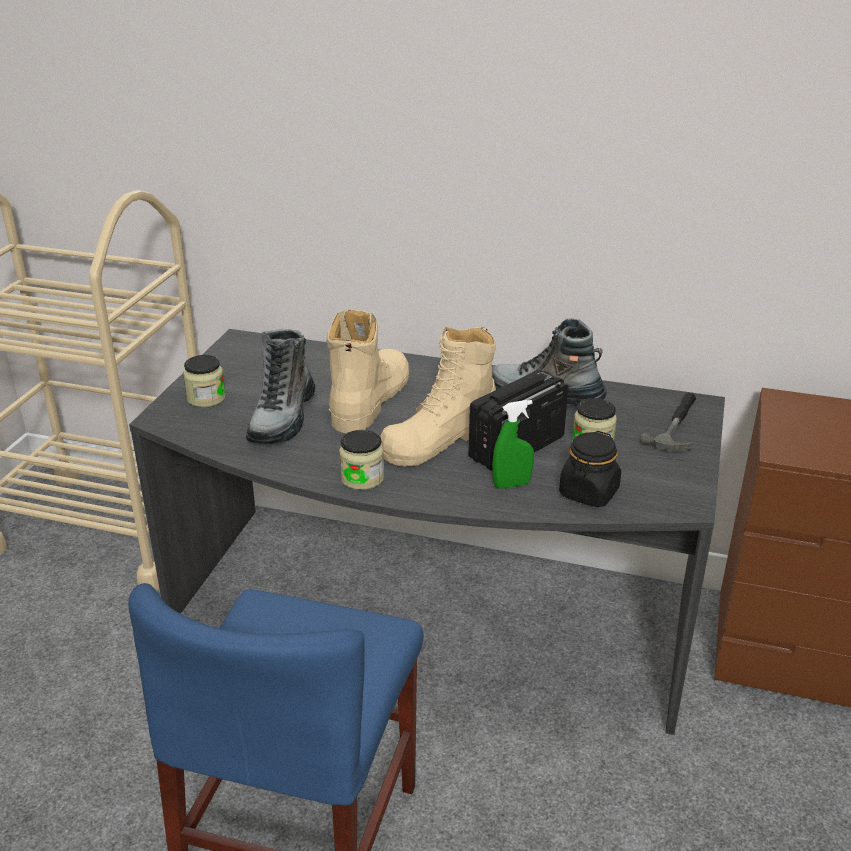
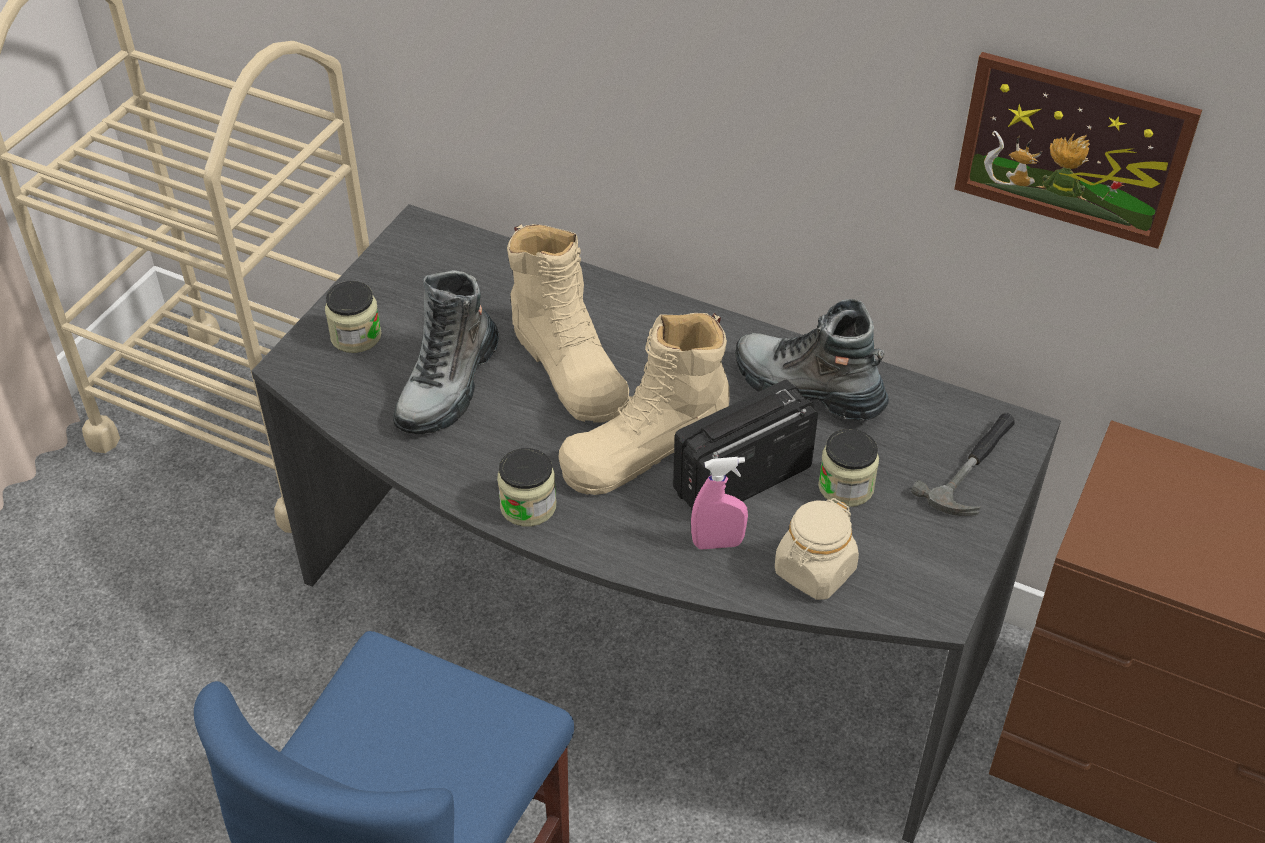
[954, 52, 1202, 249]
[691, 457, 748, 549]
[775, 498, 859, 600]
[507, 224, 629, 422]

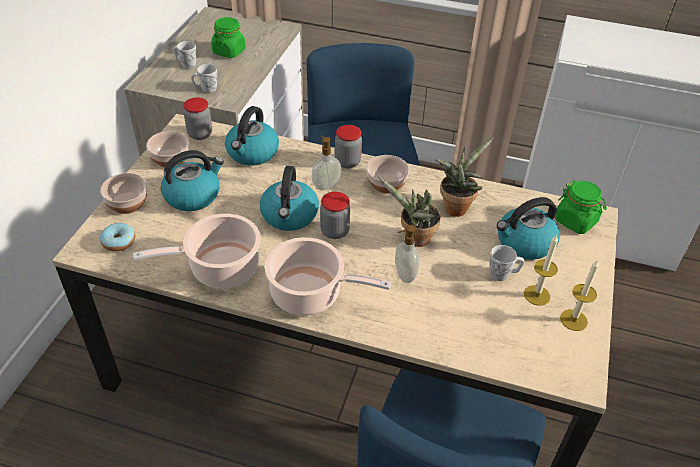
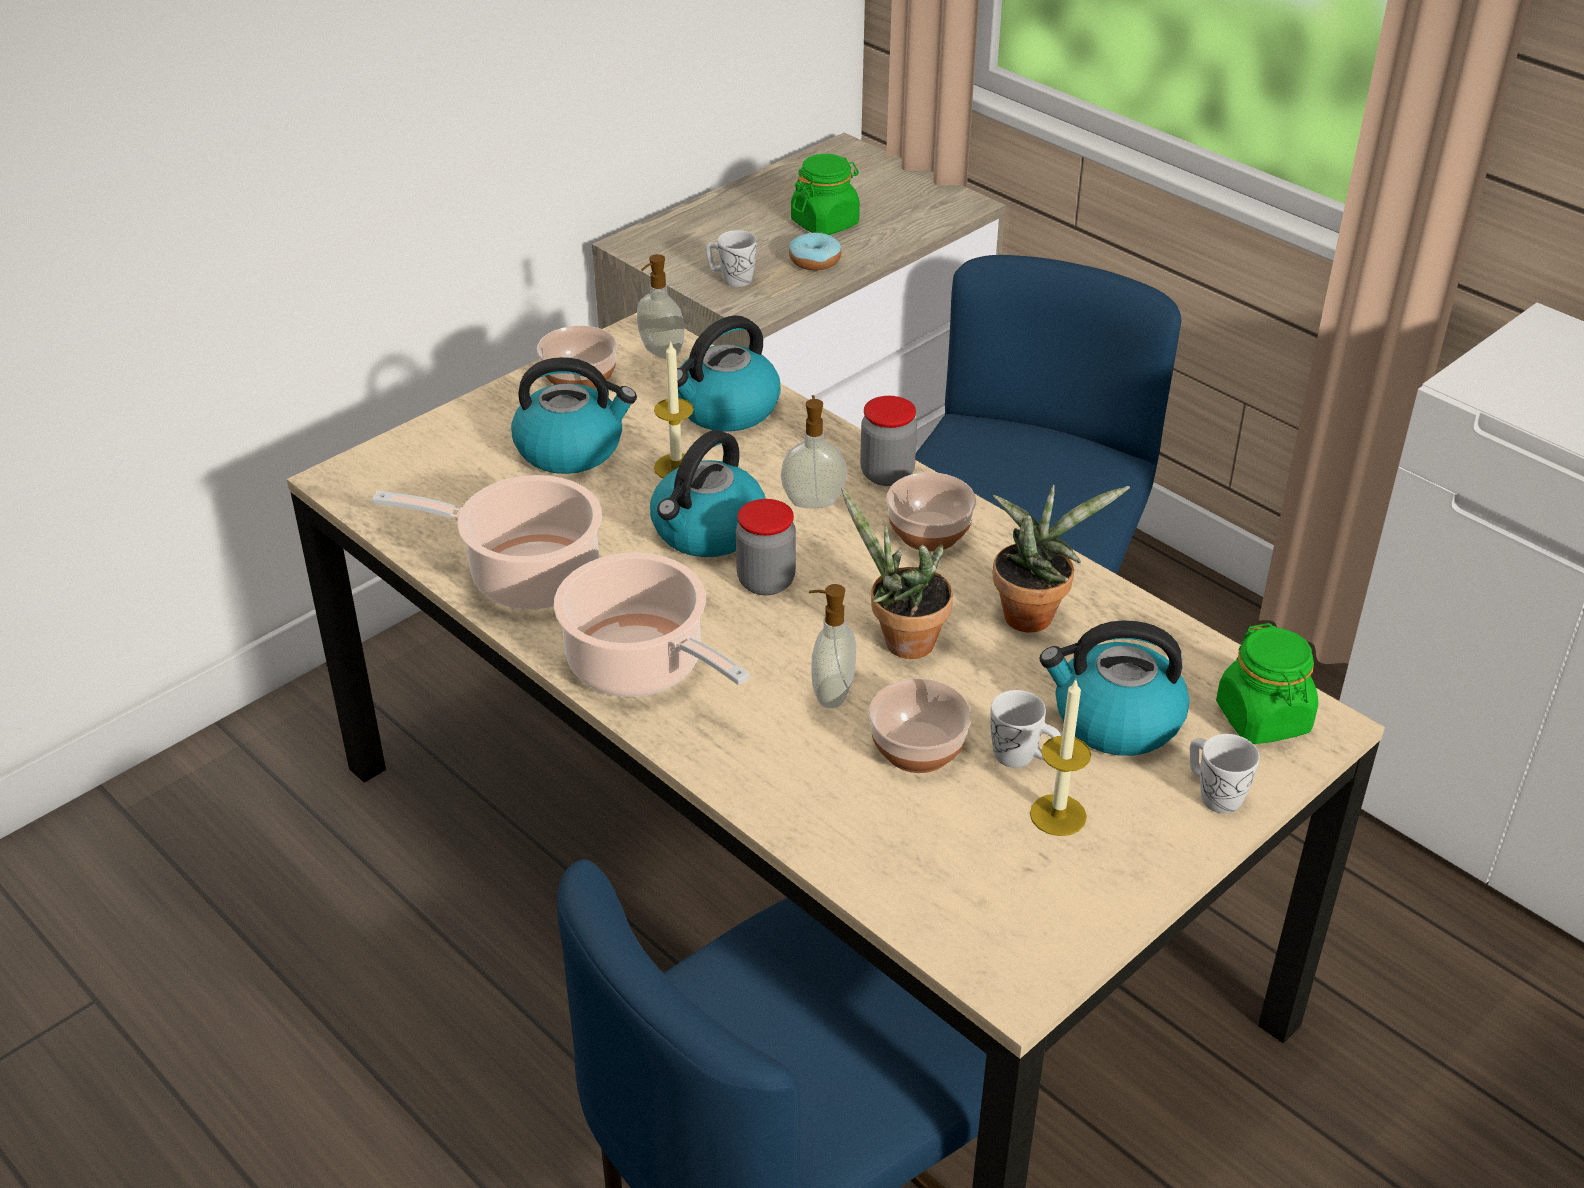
[869, 678, 972, 773]
[789, 232, 841, 270]
[1190, 734, 1259, 814]
[654, 340, 694, 478]
[637, 254, 684, 359]

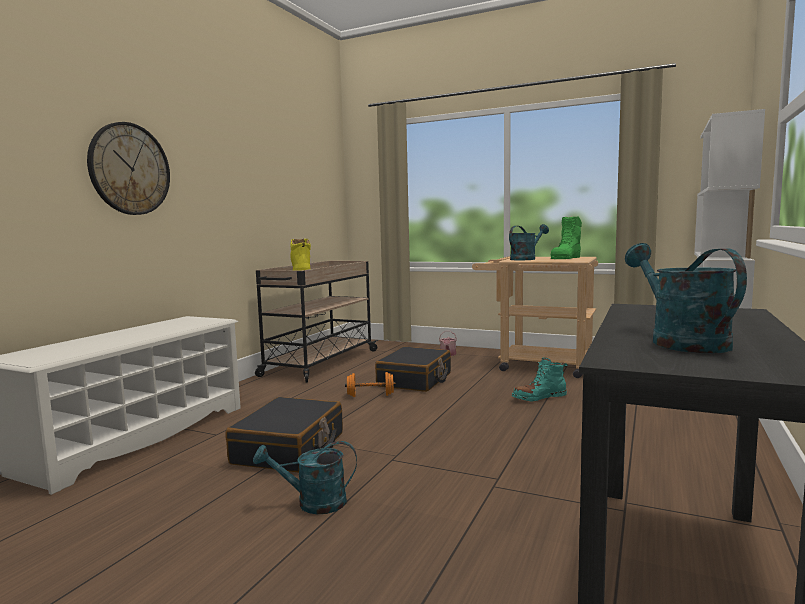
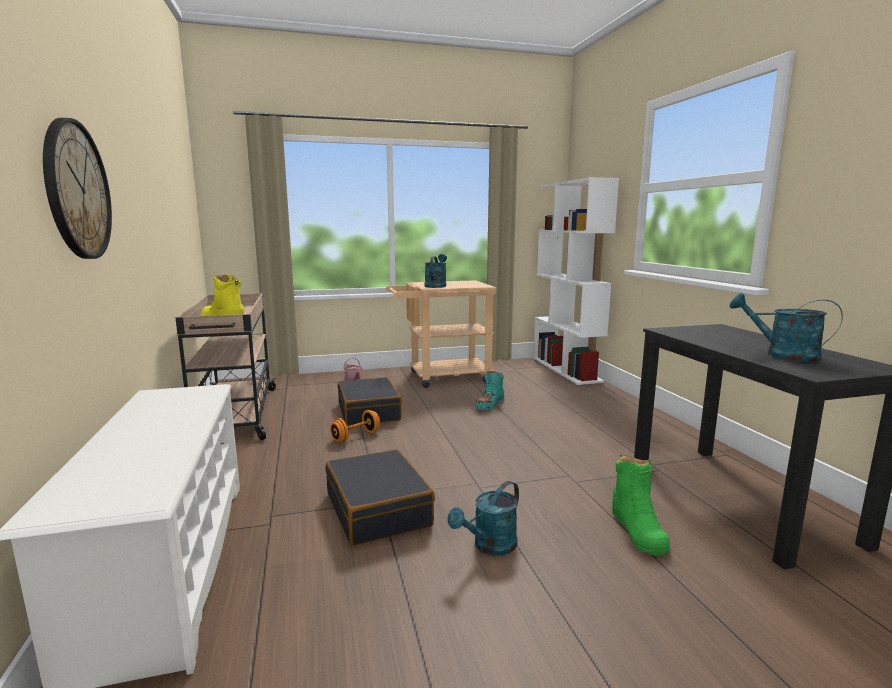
[612, 455, 670, 555]

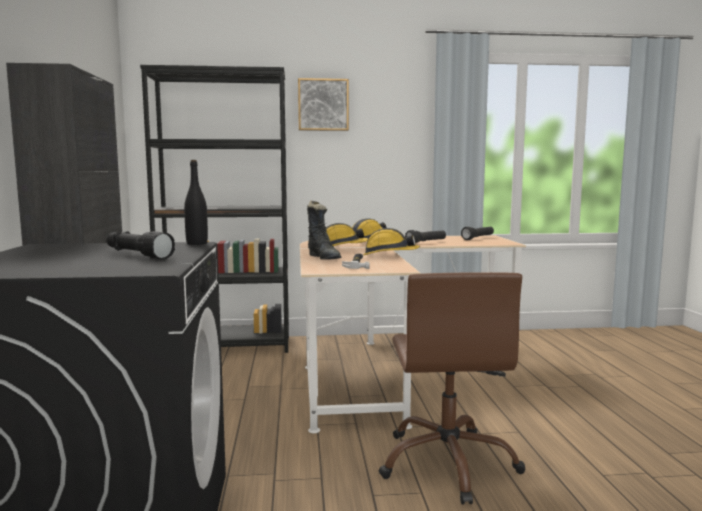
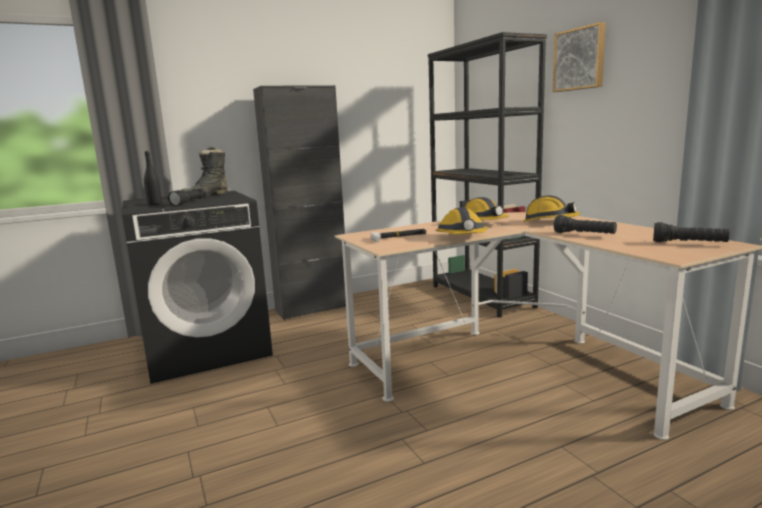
[379, 272, 525, 505] (first image)
[144, 151, 162, 206]
[181, 147, 228, 196]

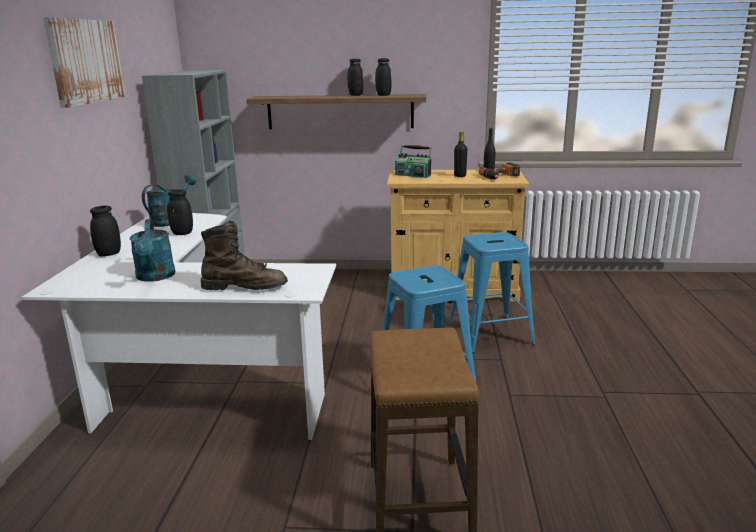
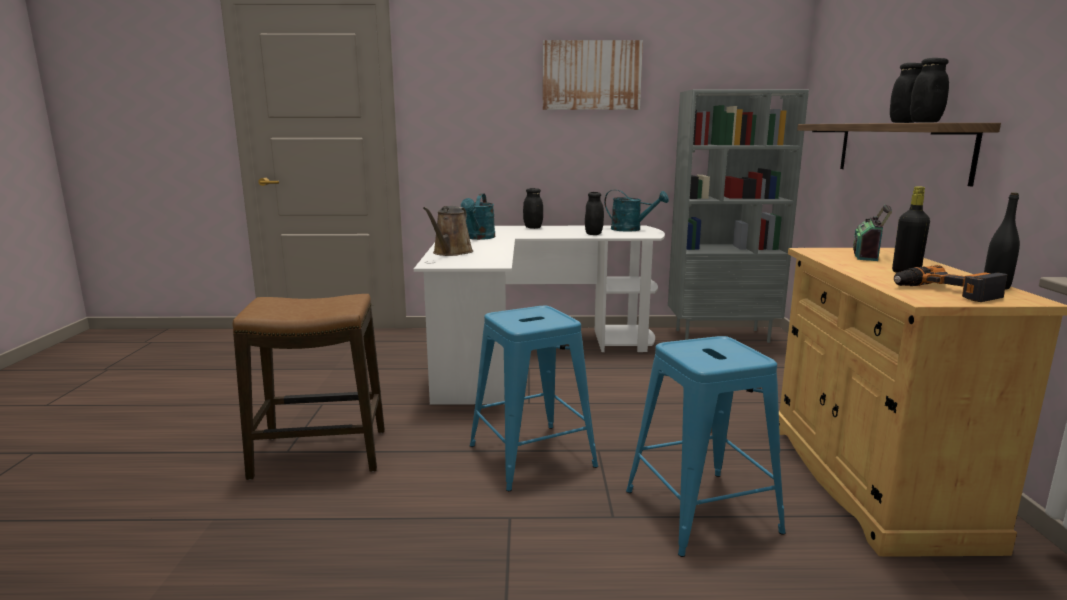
[423, 206, 473, 256]
[461, 193, 495, 240]

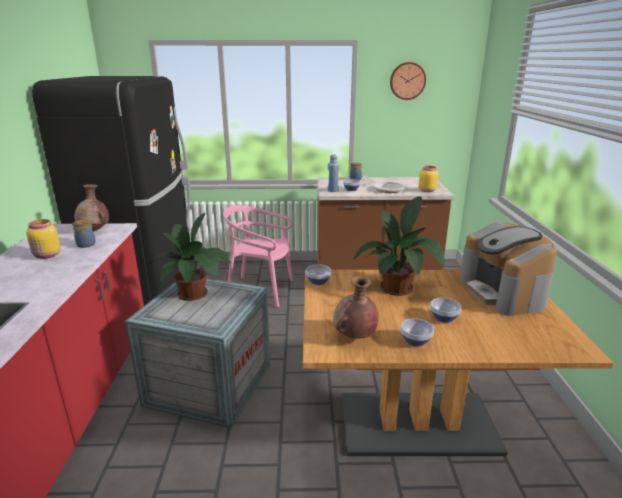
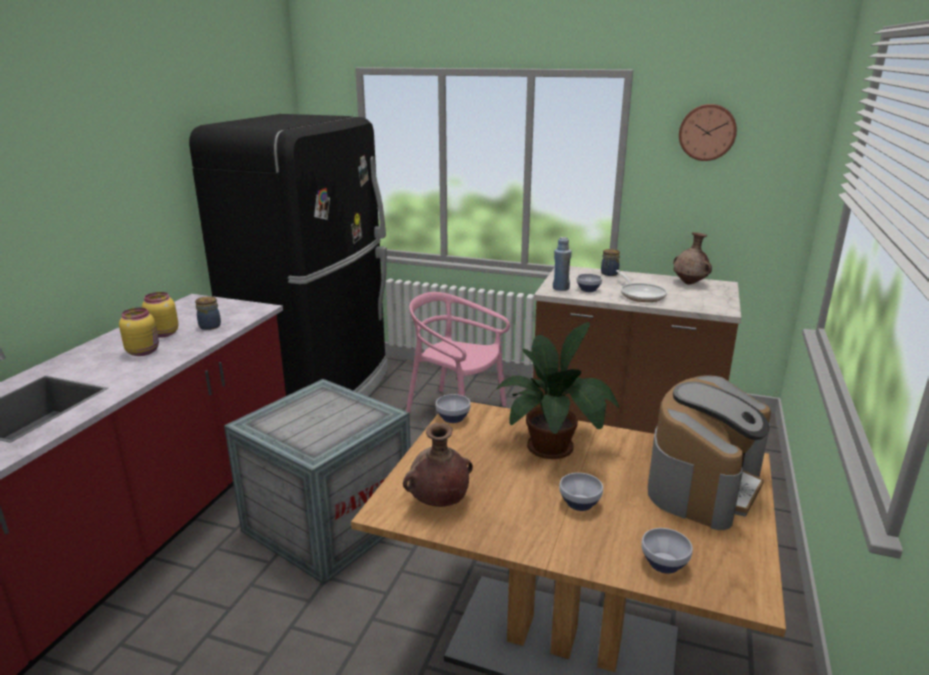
[148, 213, 231, 301] (first image)
[673, 232, 712, 284]
[641, 528, 693, 574]
[119, 308, 159, 356]
[648, 375, 771, 530]

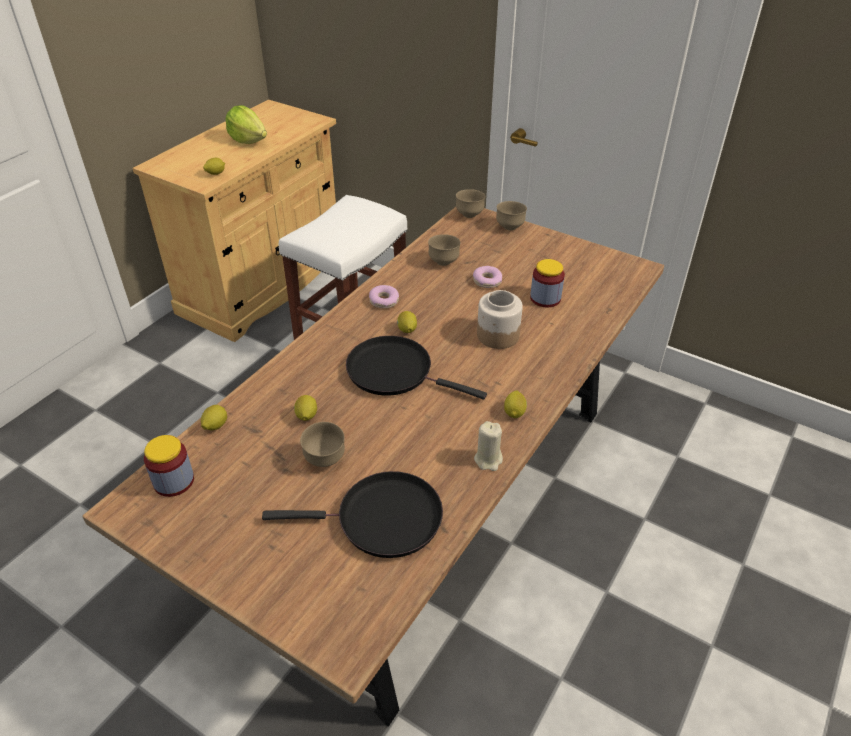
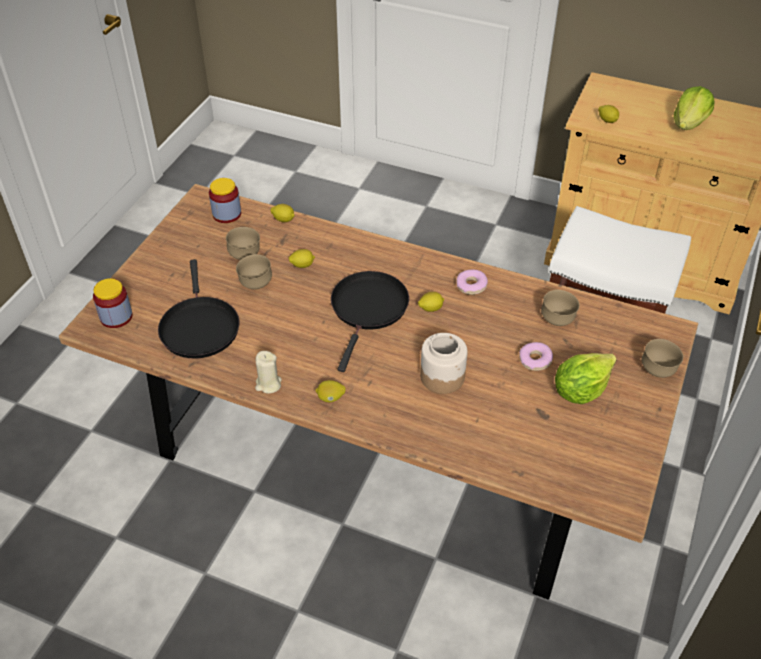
[555, 353, 617, 404]
[226, 227, 260, 260]
[93, 278, 133, 328]

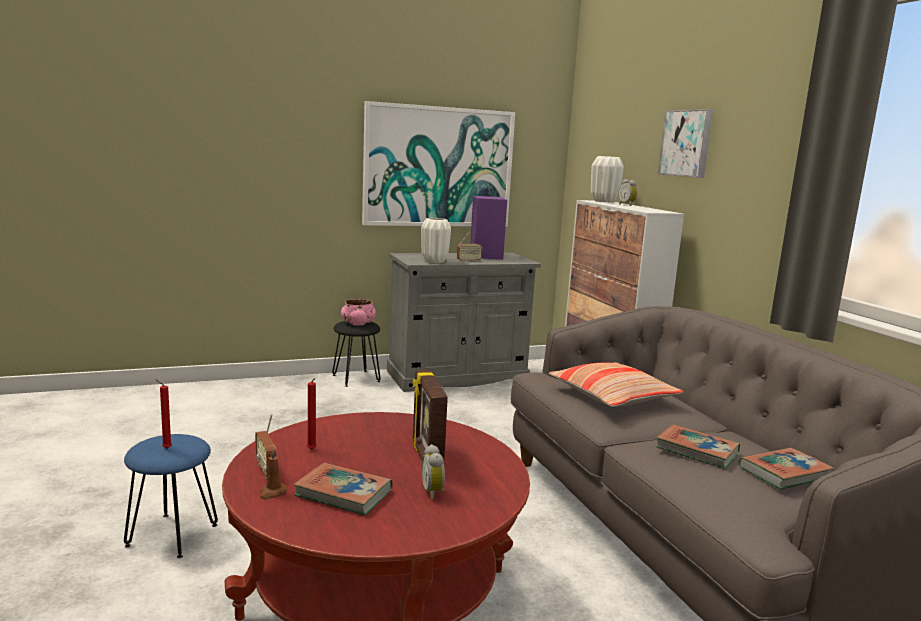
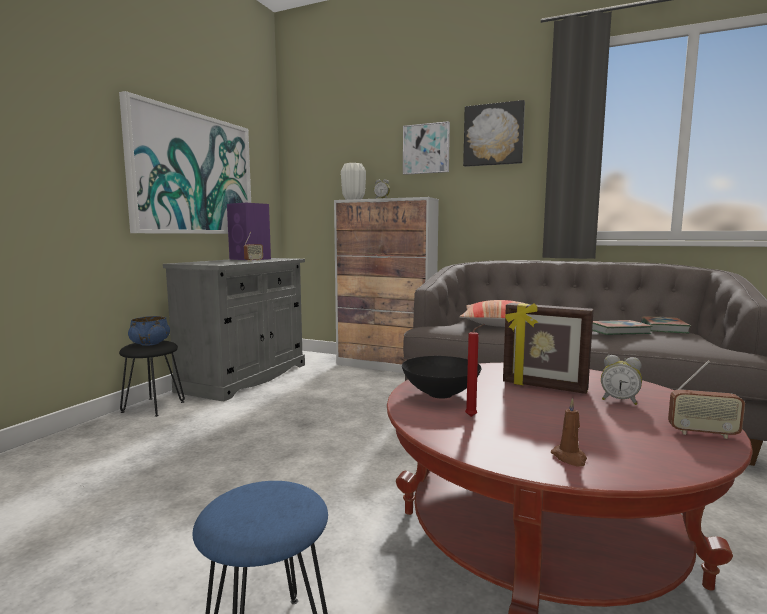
[156, 379, 172, 449] (first image)
[294, 463, 392, 515] (first image)
[421, 218, 451, 263] (first image)
[402, 356, 481, 399]
[463, 100, 525, 167]
[668, 360, 745, 439]
[128, 316, 170, 346]

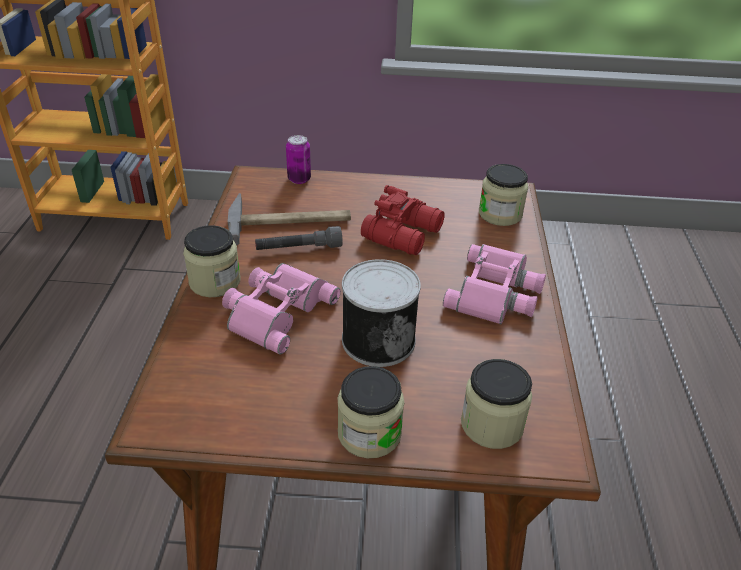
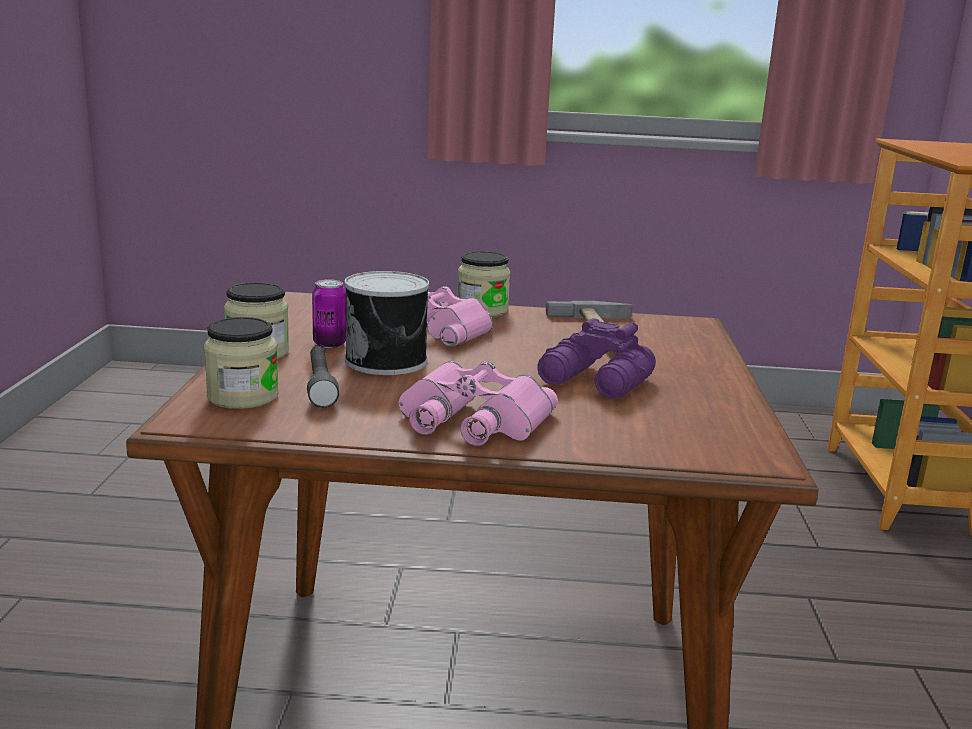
[479, 164, 528, 226] (first image)
[307, 346, 339, 408]
[312, 279, 346, 348]
[537, 318, 656, 399]

